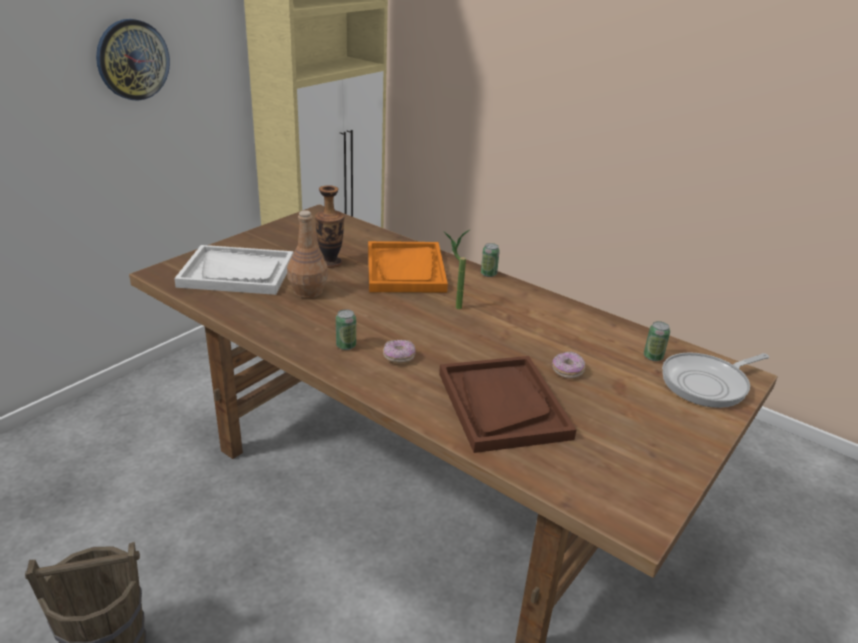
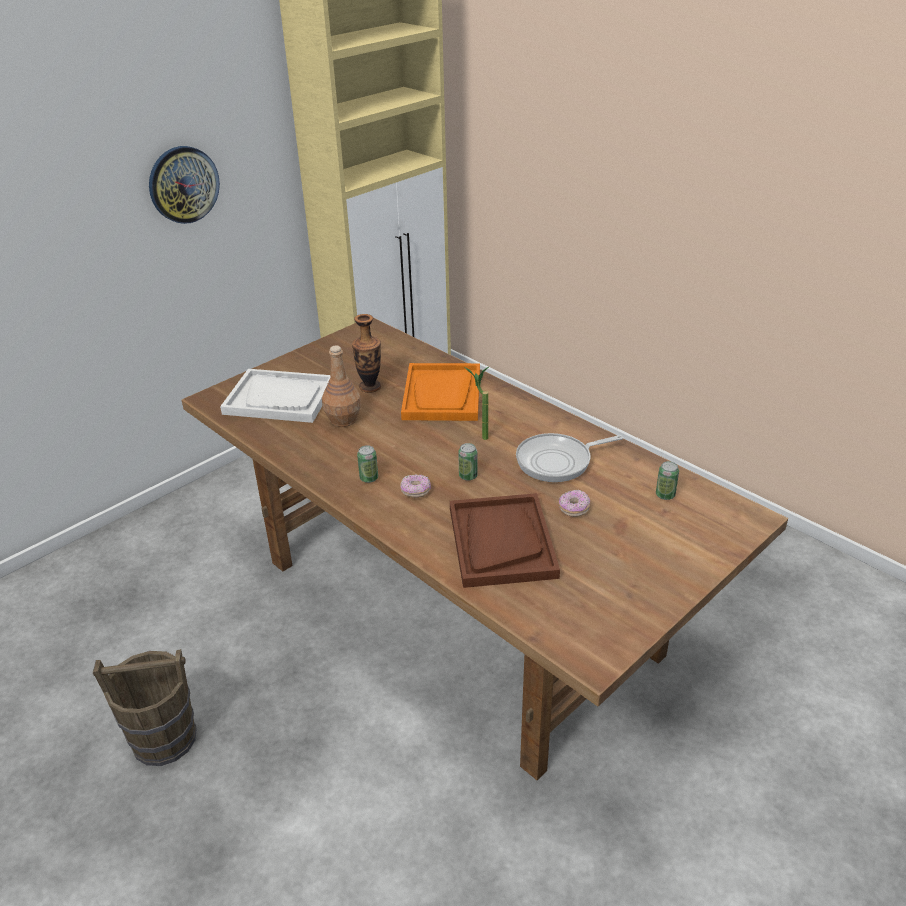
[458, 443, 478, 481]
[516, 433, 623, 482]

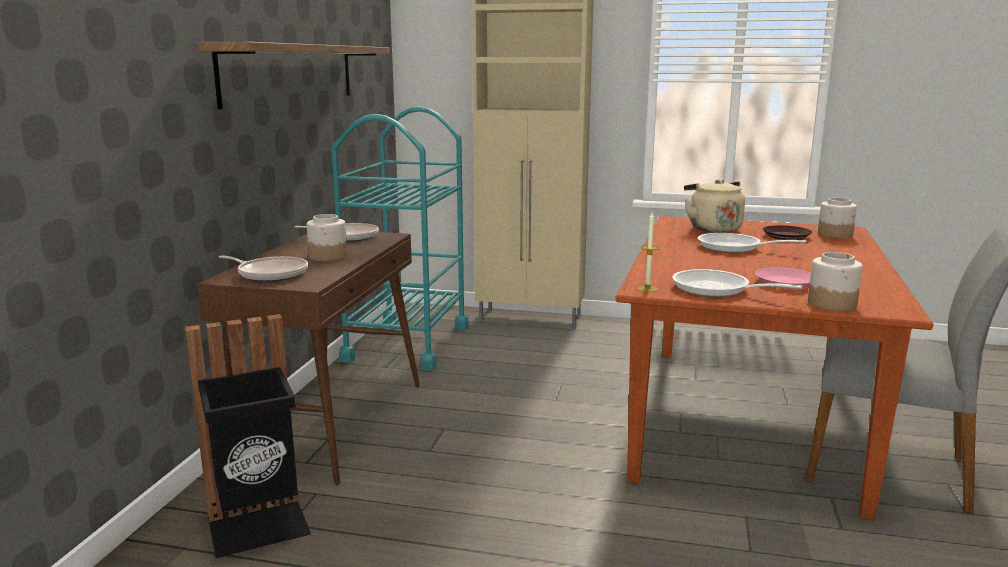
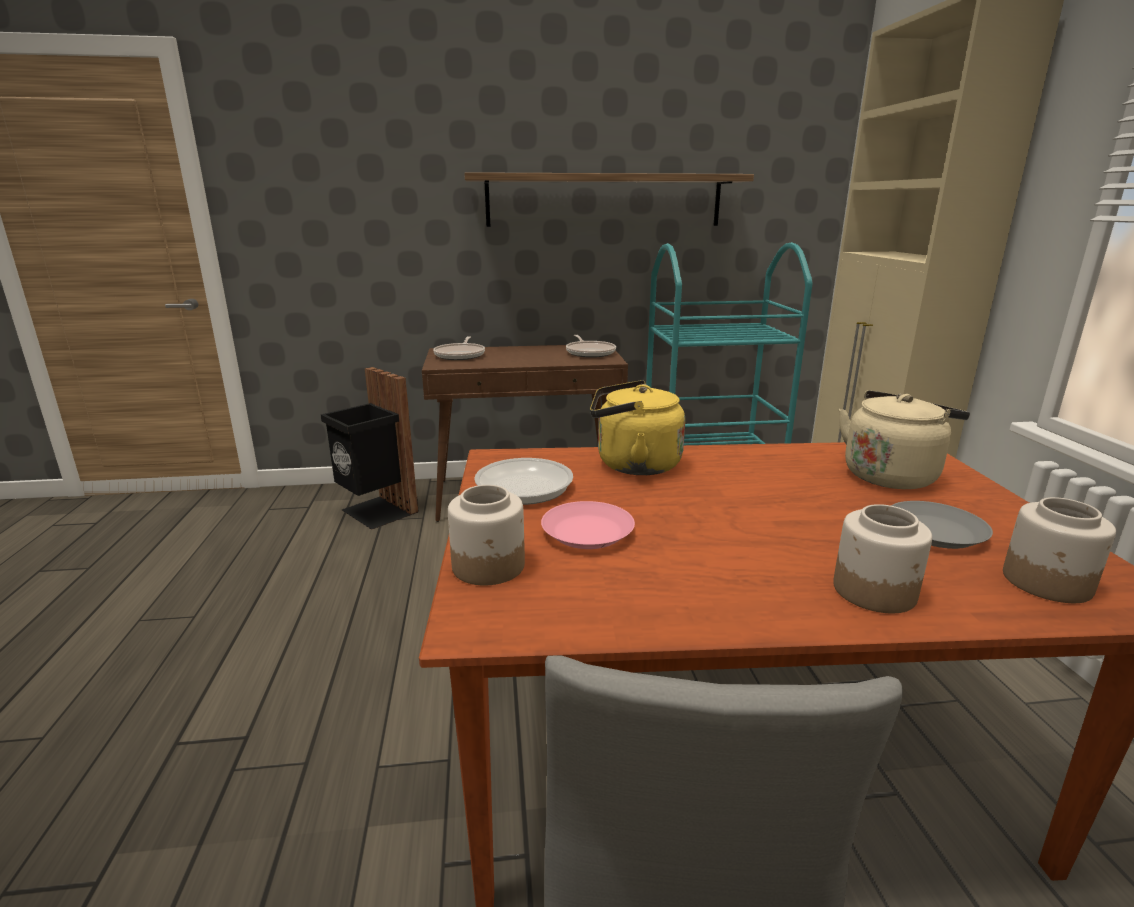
[637, 213, 659, 292] (first image)
[698, 233, 806, 253] (first image)
[590, 380, 685, 475]
[833, 504, 932, 613]
[891, 501, 993, 549]

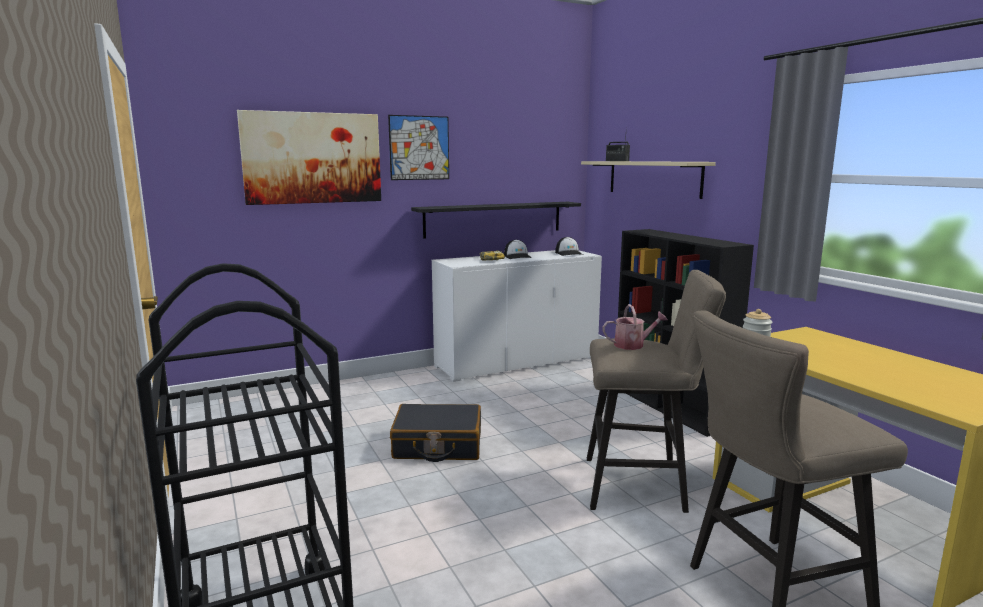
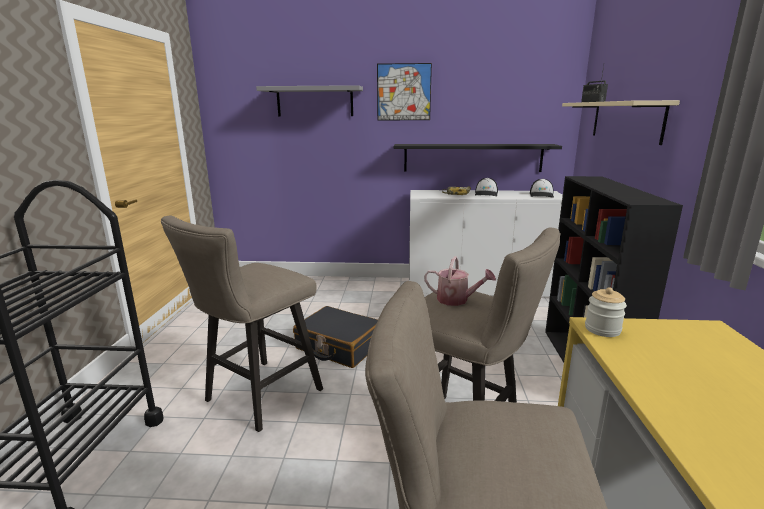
[161, 216, 323, 432]
[256, 85, 363, 117]

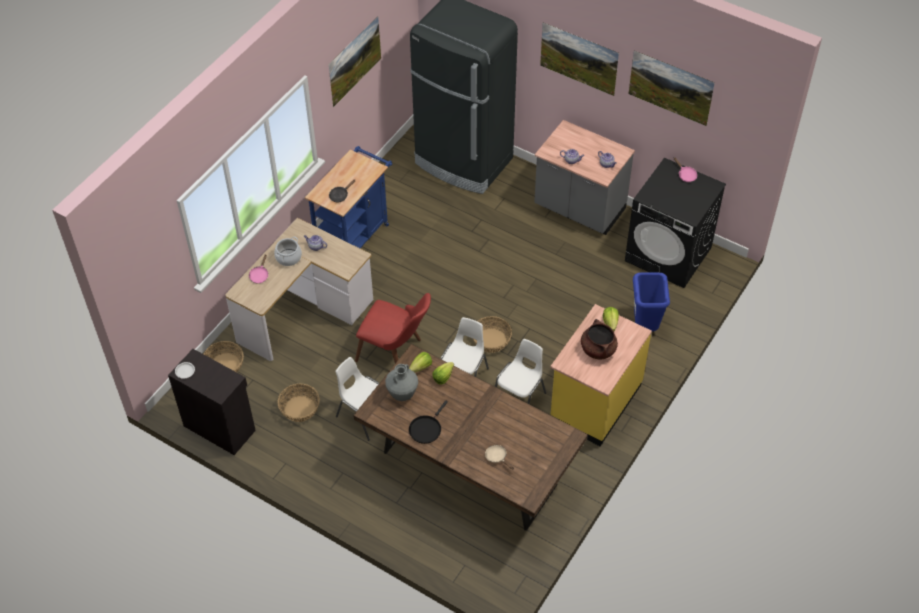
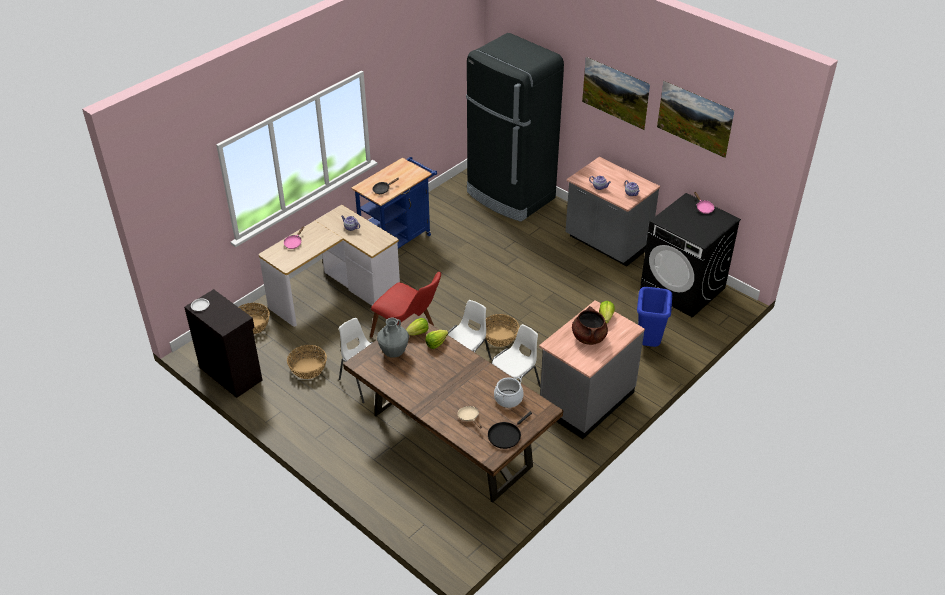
[329, 16, 381, 107] (first image)
[494, 377, 524, 408]
[488, 412, 532, 449]
[539, 300, 645, 439]

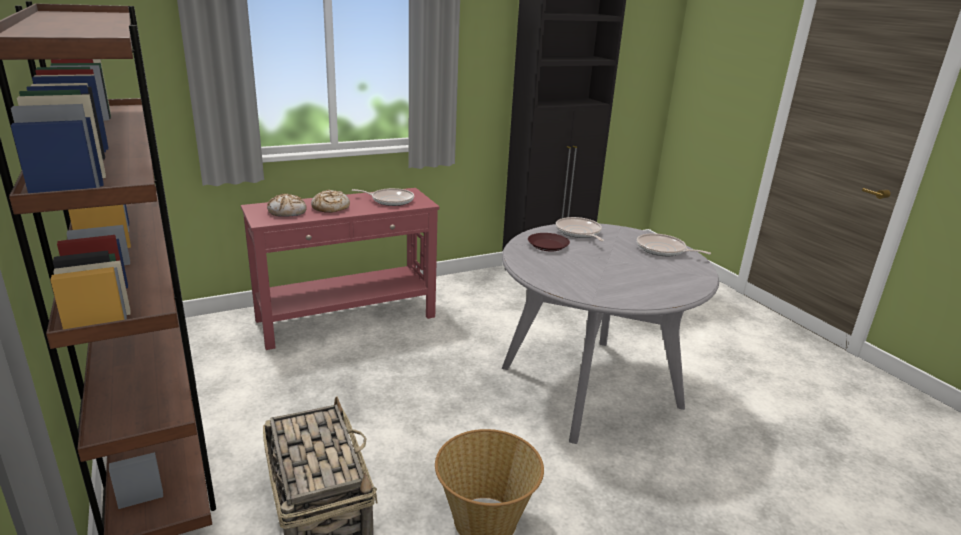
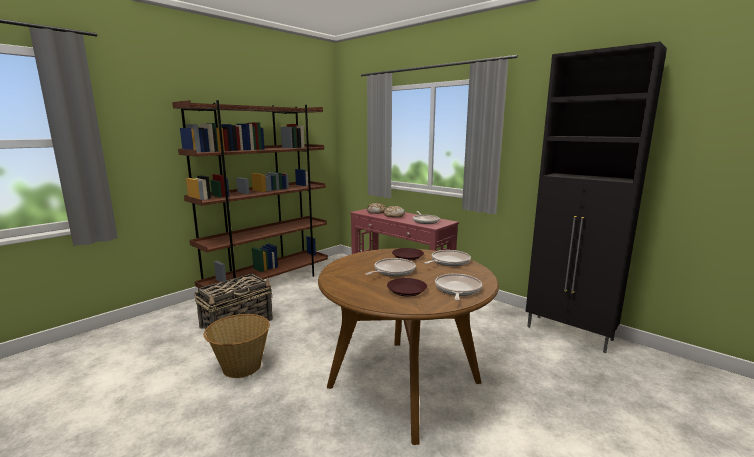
[365, 258, 416, 276]
[387, 278, 427, 296]
[318, 248, 499, 445]

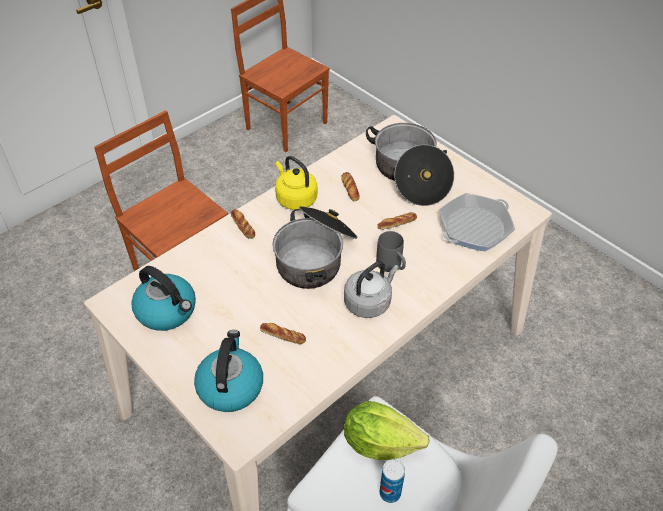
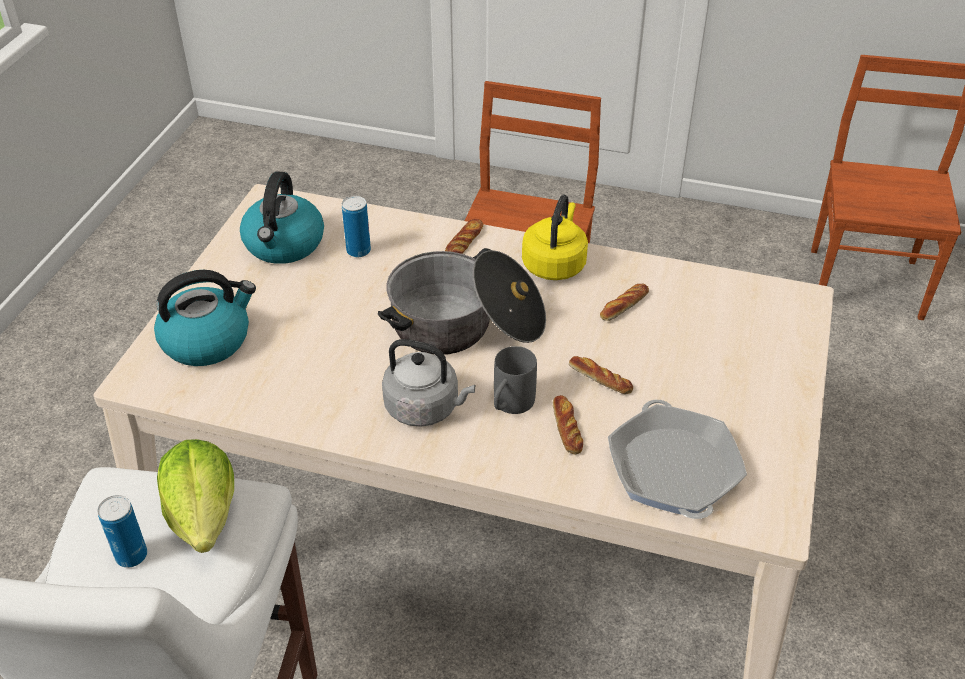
[366, 123, 454, 206] (first image)
[342, 196, 371, 257]
[553, 395, 583, 454]
[608, 400, 747, 519]

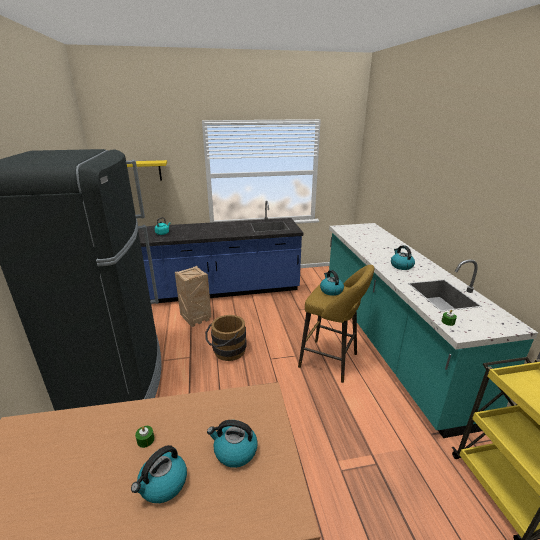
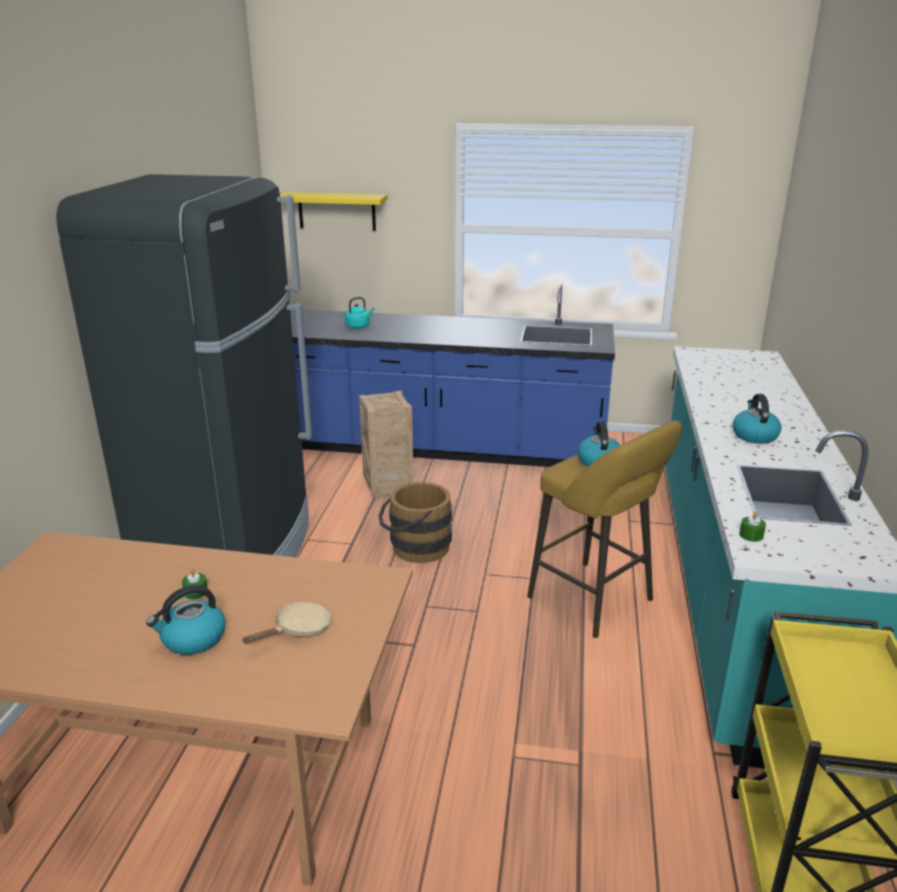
[242, 602, 332, 644]

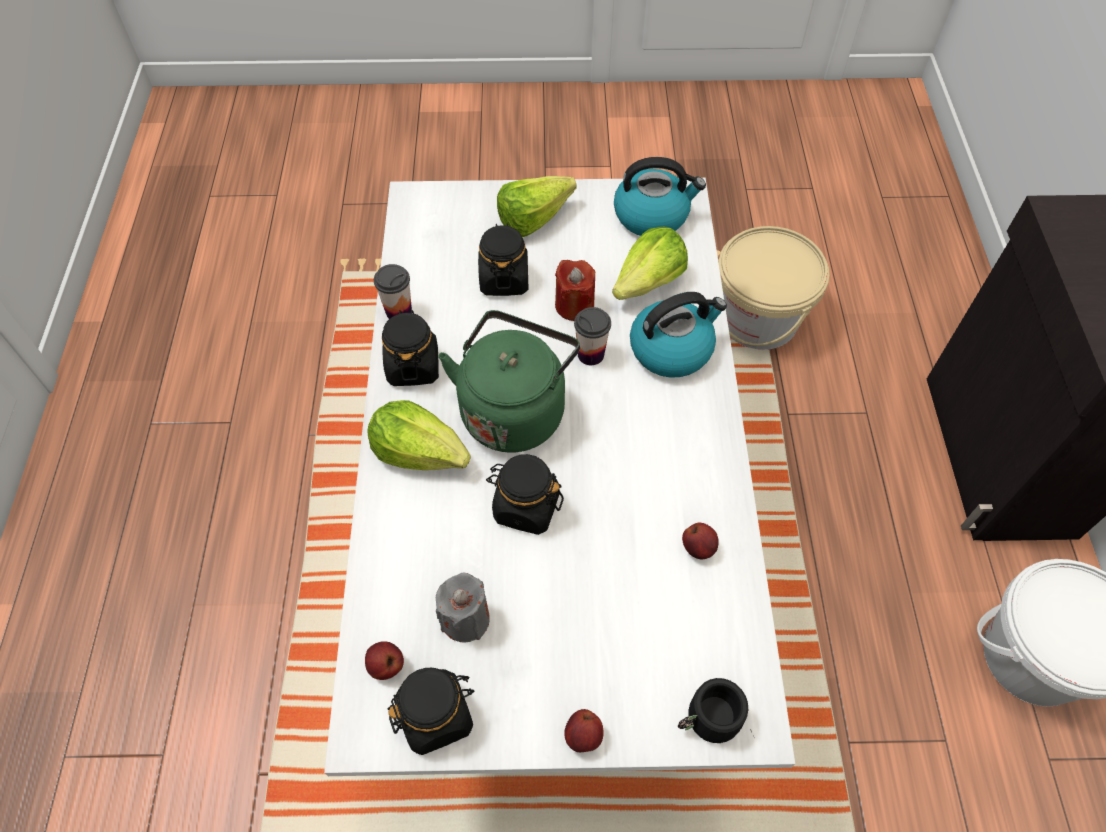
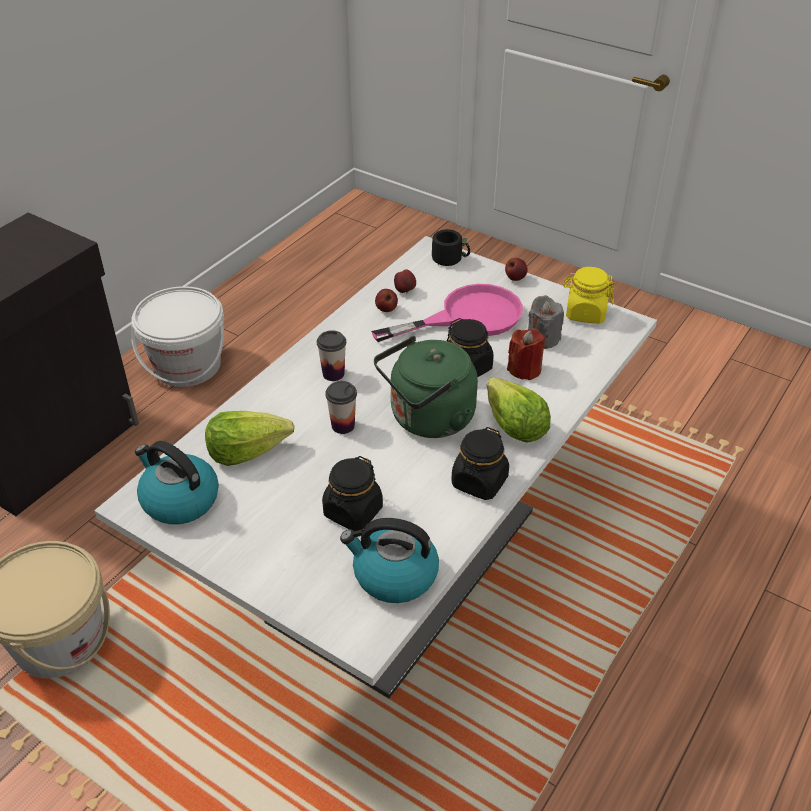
[497, 176, 577, 237] (first image)
[371, 284, 523, 342]
[394, 269, 416, 294]
[317, 330, 346, 381]
[507, 328, 545, 380]
[340, 518, 439, 603]
[563, 267, 615, 323]

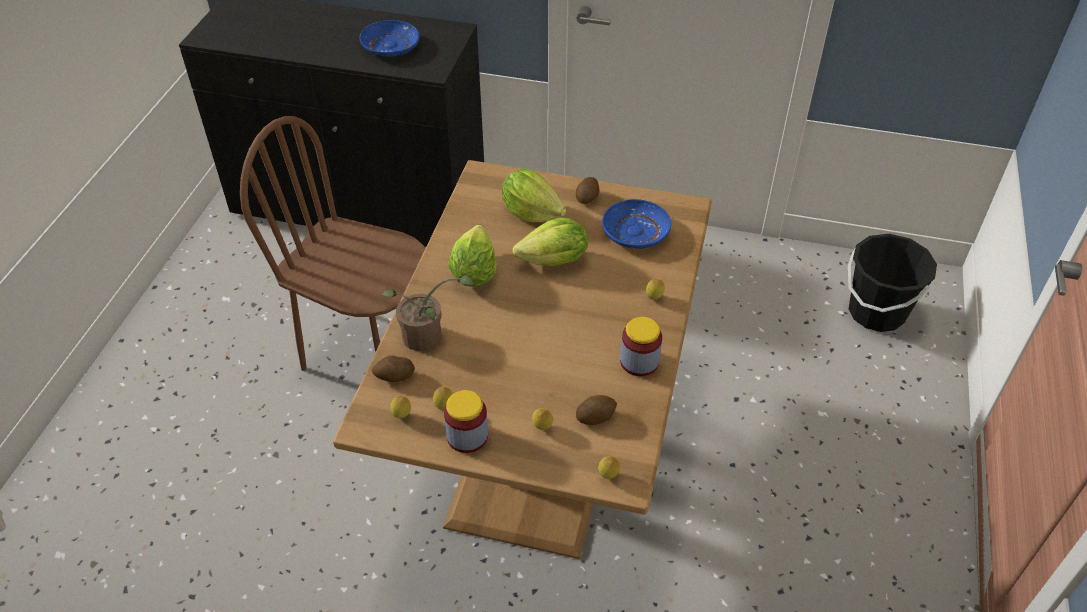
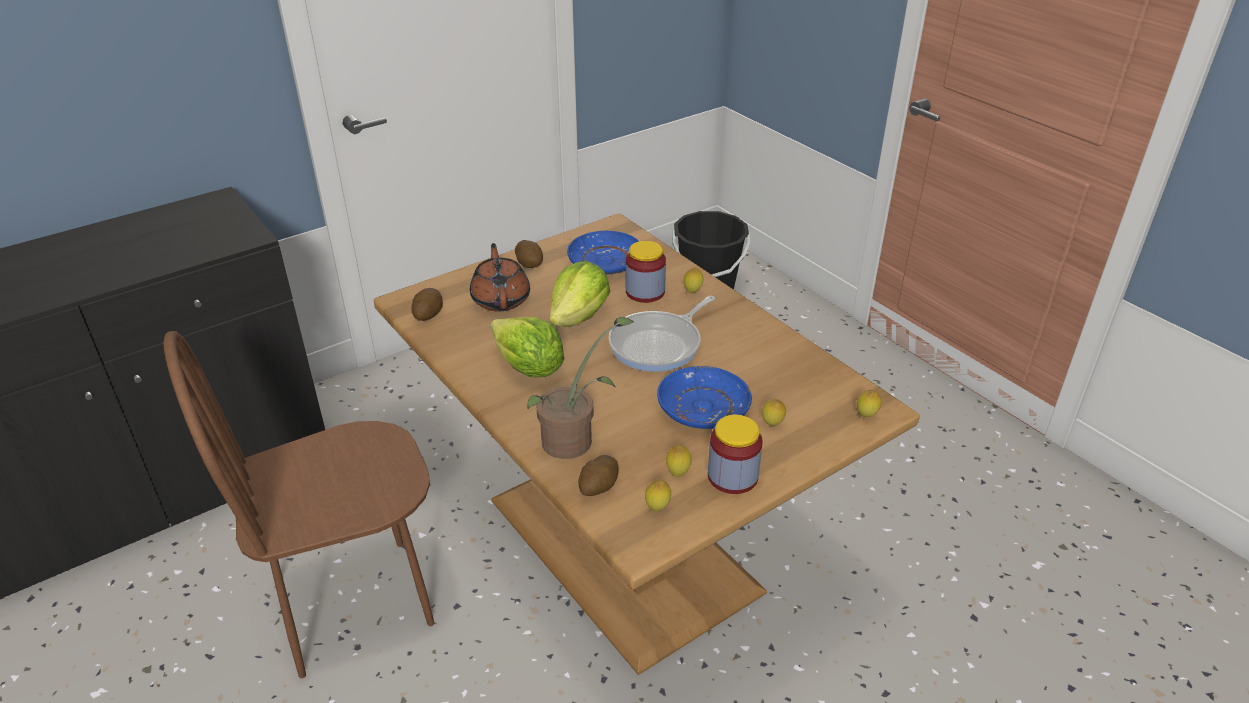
[608, 296, 715, 372]
[657, 366, 752, 429]
[411, 288, 443, 321]
[626, 241, 666, 303]
[470, 243, 530, 311]

